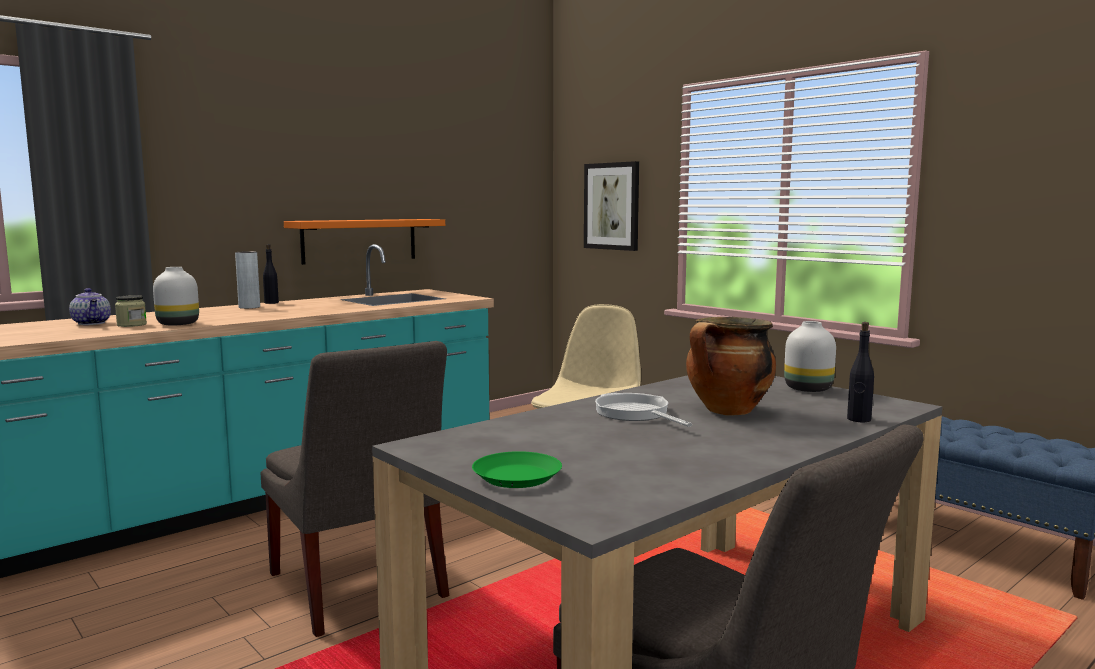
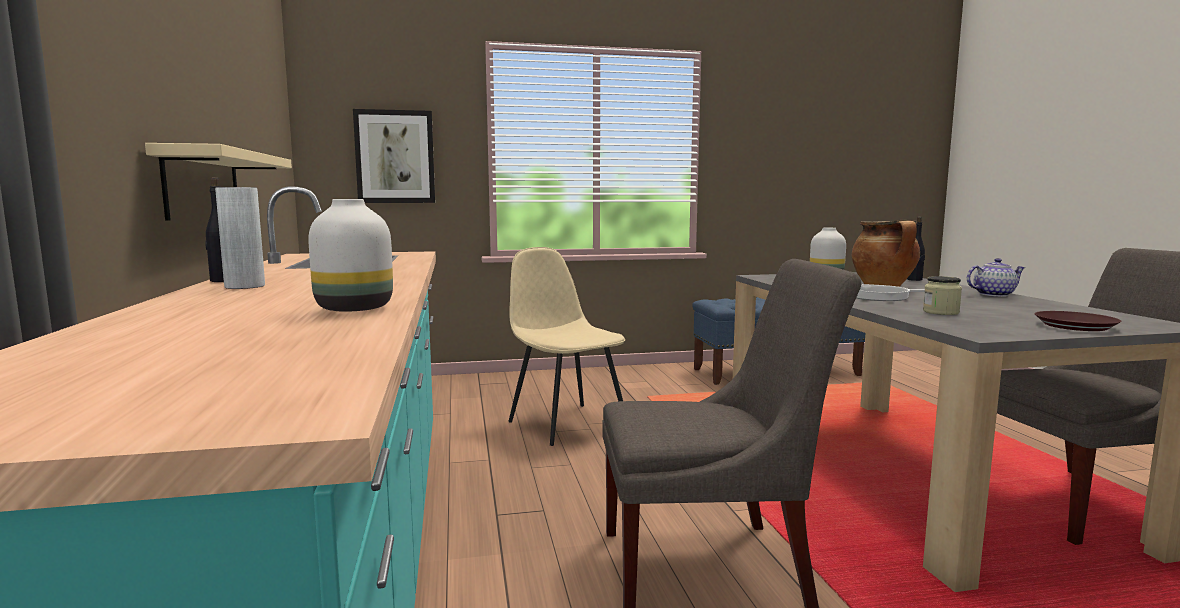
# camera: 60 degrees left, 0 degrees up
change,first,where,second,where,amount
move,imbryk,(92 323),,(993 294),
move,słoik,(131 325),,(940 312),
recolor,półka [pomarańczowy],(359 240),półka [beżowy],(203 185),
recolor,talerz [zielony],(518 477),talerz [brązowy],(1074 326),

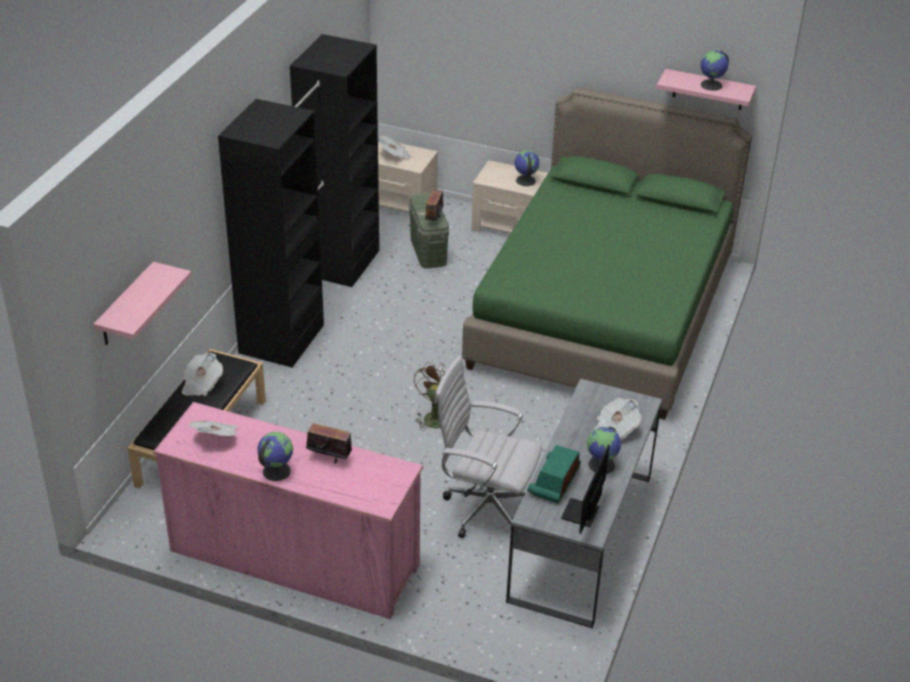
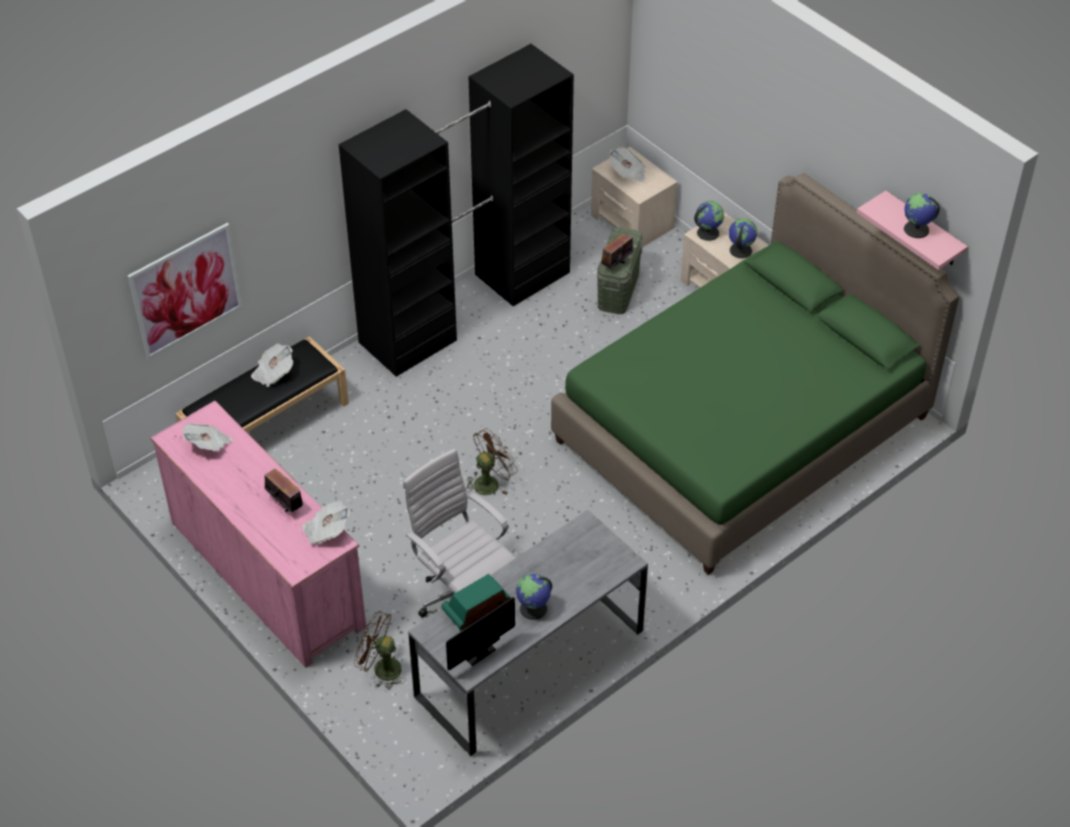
# camera: 30 degrees right, 10 degrees up
change,first,where,second,where,amount
insert,,,wentylator [brązowy],(381 668),
move,globus,(276 471),,(707 232),
move,gazeta,(614 430),,(326 531),
replace,półka [różowy],(126 306),obraz,(186 290),

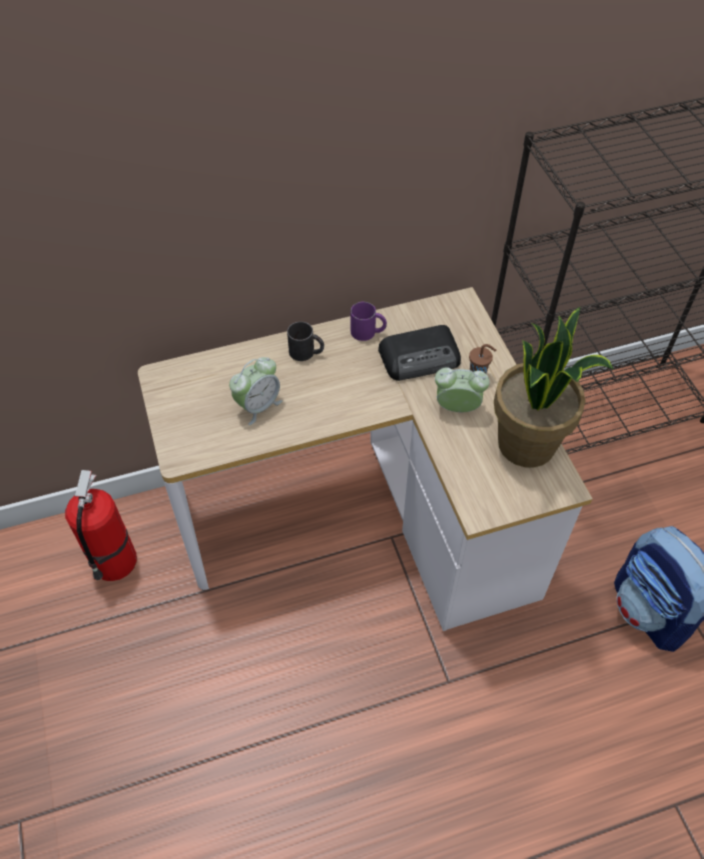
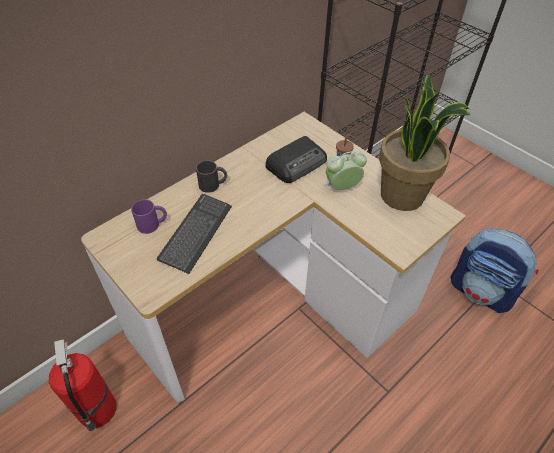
# camera: 25 degrees left, 5 degrees down
change,first,where,second,where,amount
move,kubek [fioletowy],(368 332),,(152 224),
replace,budzik,(258 406),klawiatura,(196 233),

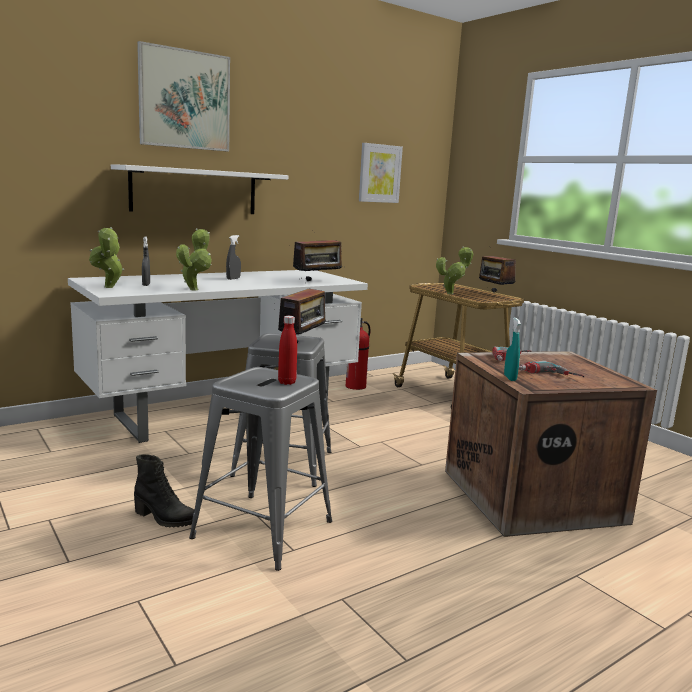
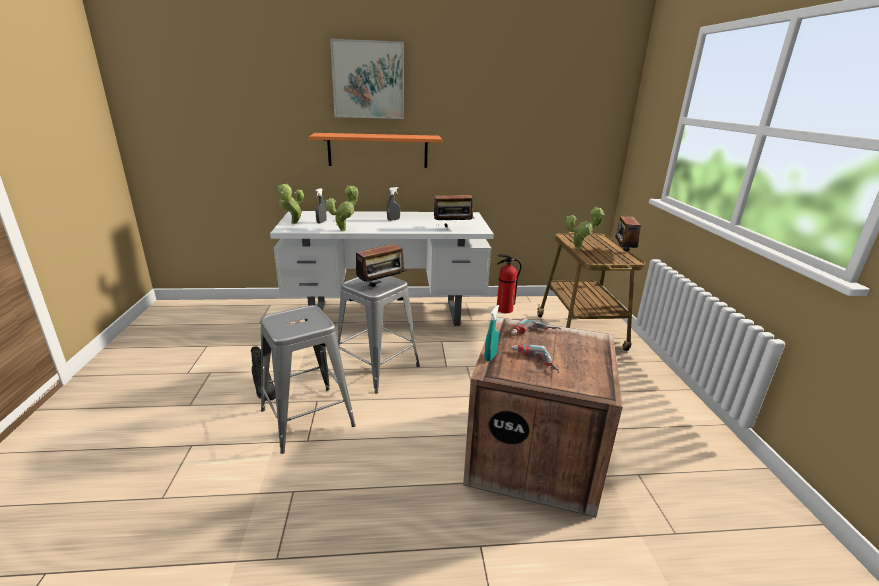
# camera: 30 degrees right, 10 degrees up
change,first,where,second,where,amount
delete,butelka [czerwony],(287 382),,,
delete,obraz,(379 173),,,
recolor,półka [biały],(194 191),półka [pomarańczowy],(378 150),

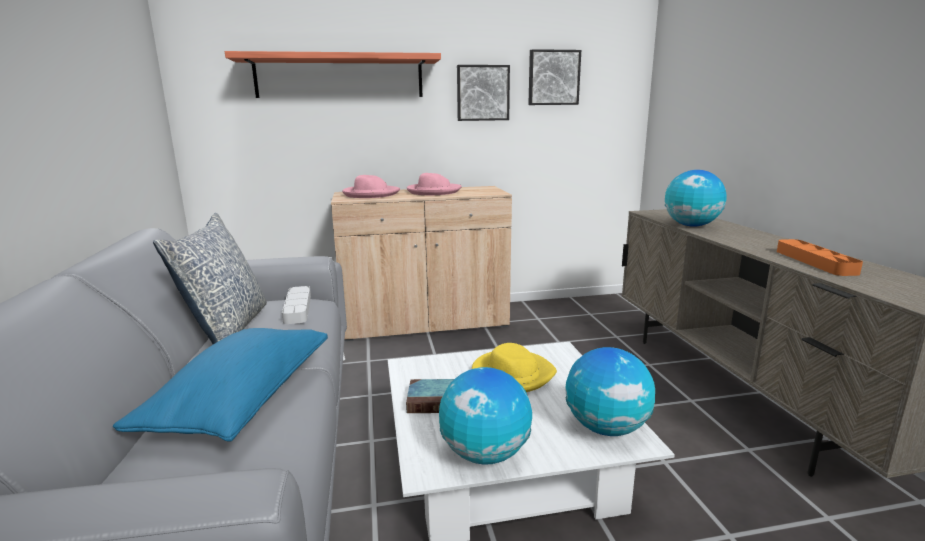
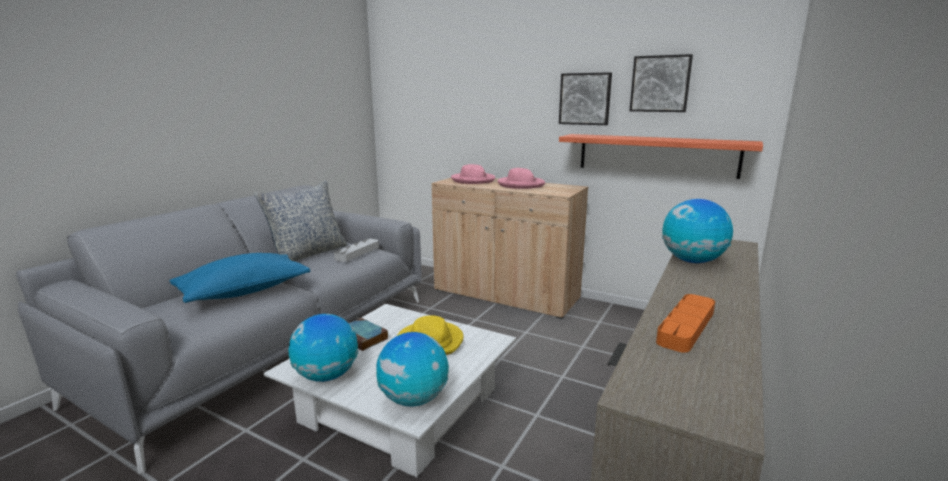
# camera: 40 degrees right, 0 degrees up
change,first,where,second,where,amount
move,półka,(340 77),,(656 155),

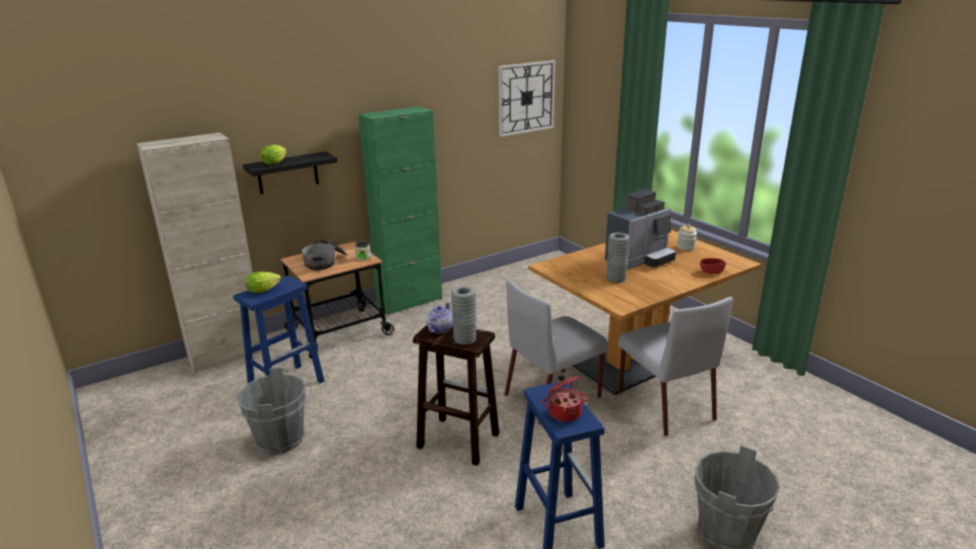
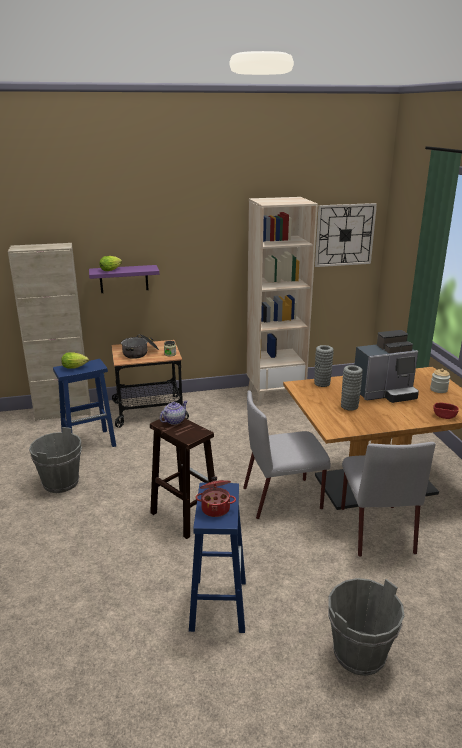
# camera: 20 degrees right, 0 degrees up
change,first,where,second,where,amount
delete,szafka [zielony],(409 302),,,
insert,,,regał [beżowy],(275 394),
move,wazon [szary],(464 338),,(322 383),
recolor,półka [czarny],(287 173),półka [fioletowy],(124 279),

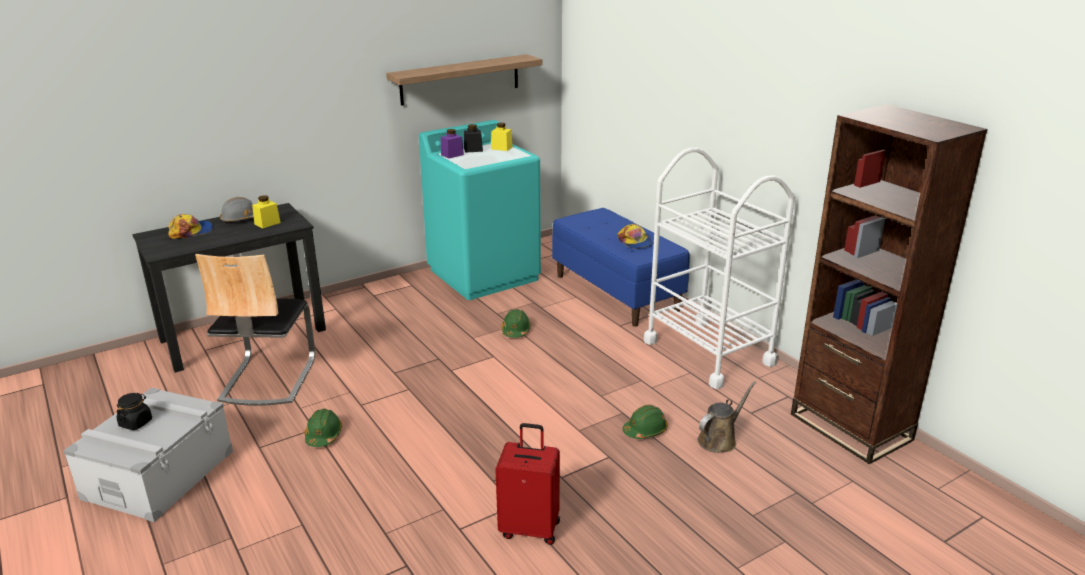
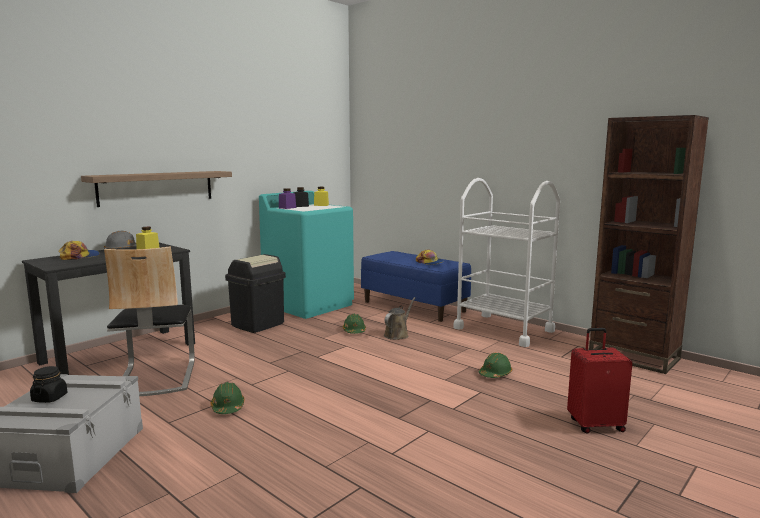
# camera: 15 degrees left, 15 degrees down
change,first,where,second,where,amount
insert,,,kosz na śmieci [czarny],(258 324),
move,półka,(460 79),,(157 187),
move,walizka [czerwony],(530 528),,(595 425),
move,konewka [brązowy],(719 439),,(397 335),

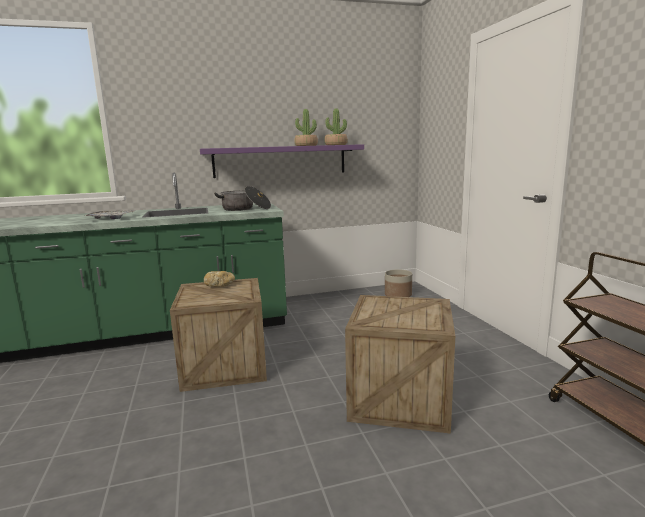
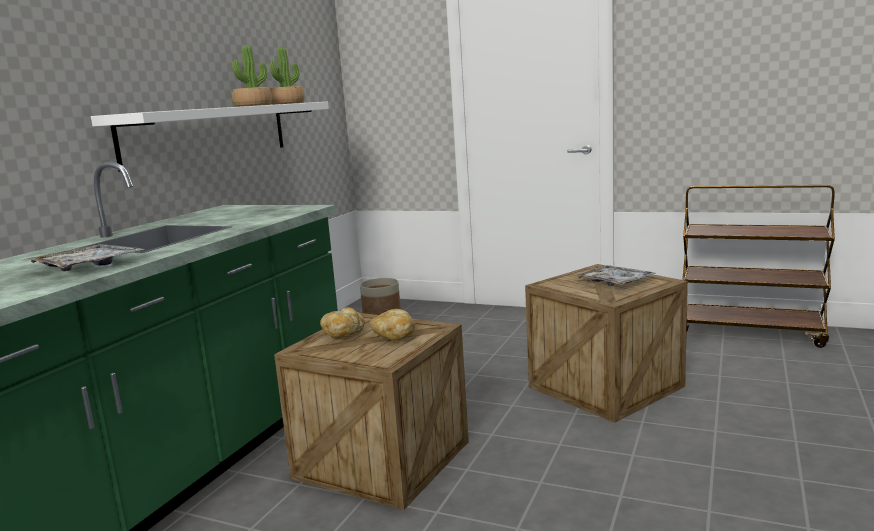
# camera: 50 degrees left, 0 degrees up
change,first,where,second,where,amount
delete,garnek,(245 209),,,
insert,,,chleb,(394 336),
insert,,,taca,(615 282),
recolor,półka [fioletowy],(280 161),półka [biały],(209 133),

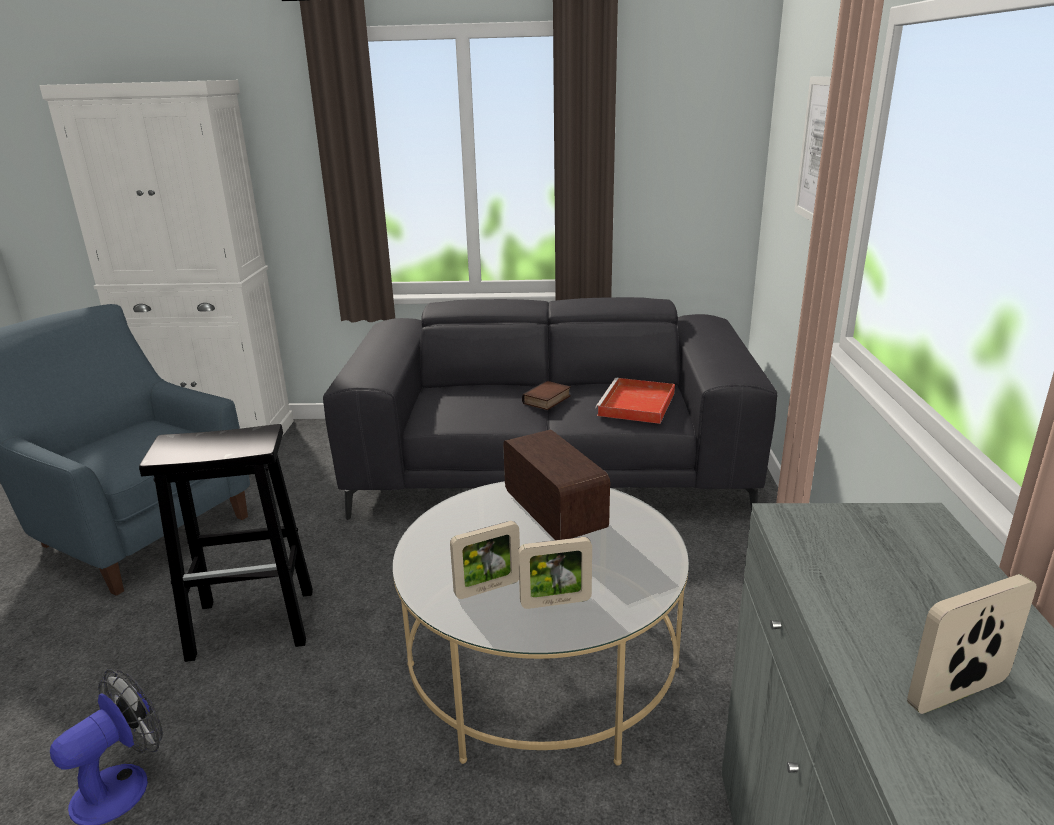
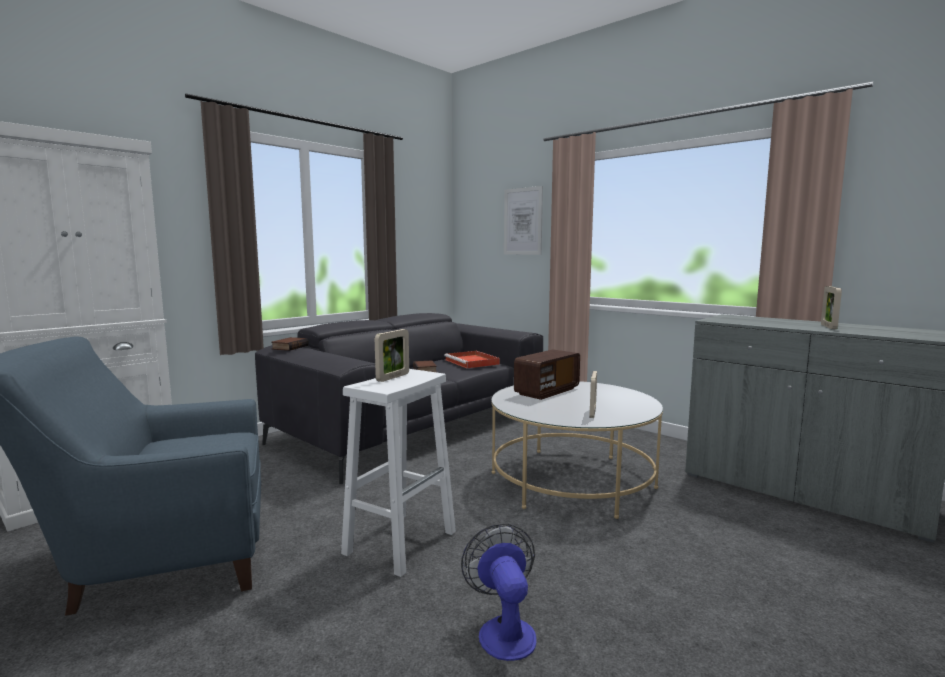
# camera: 50 degrees left, 15 degrees down
change,first,where,second,where,amount
insert,,,książka,(289 347),
move,ramka na zdjęcie,(555 602),,(393 377),
recolor,stołek [czarny],(255 623),stołek [biały],(401 541),
rotate,radio,(554 513),,(547 391),120 degrees clockwise

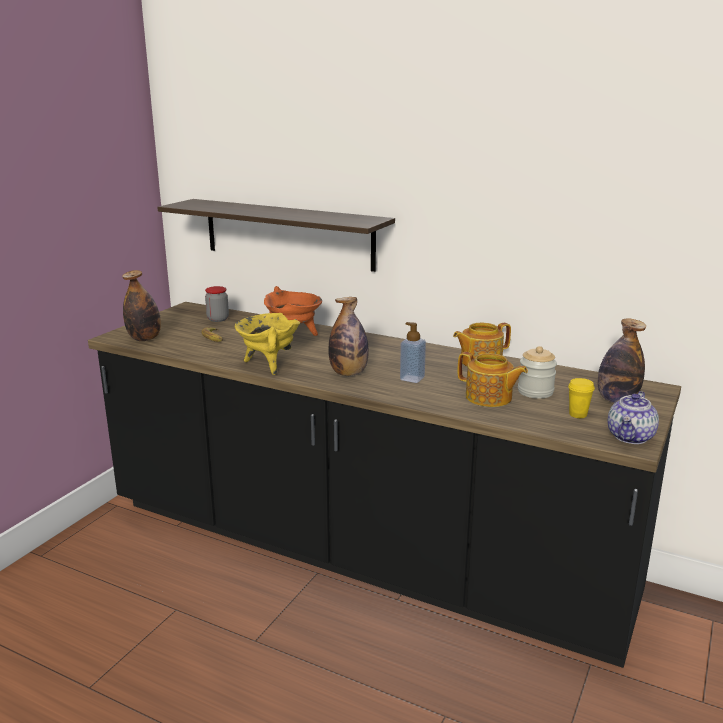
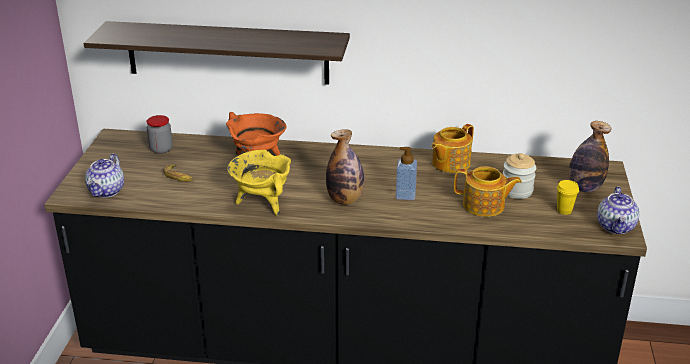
# camera: 20 degrees left, 10 degrees up
change,first,where,second,where,amount
replace,butelka,(145 339),imbryk,(107 191),

